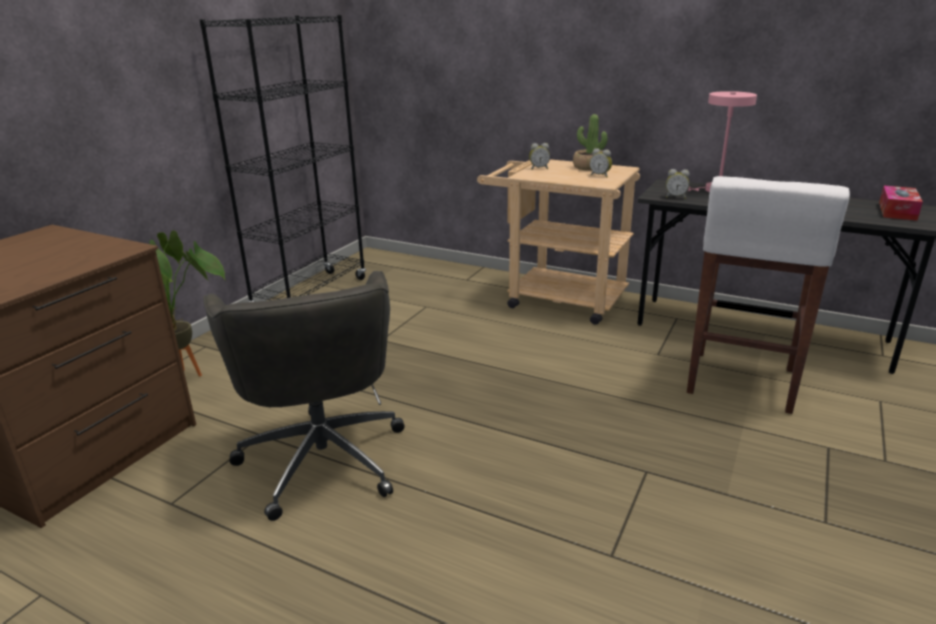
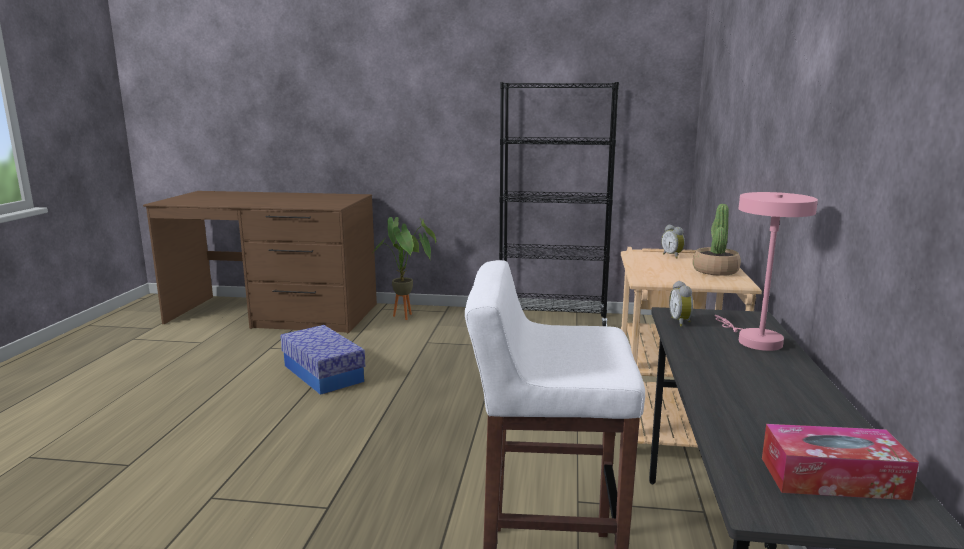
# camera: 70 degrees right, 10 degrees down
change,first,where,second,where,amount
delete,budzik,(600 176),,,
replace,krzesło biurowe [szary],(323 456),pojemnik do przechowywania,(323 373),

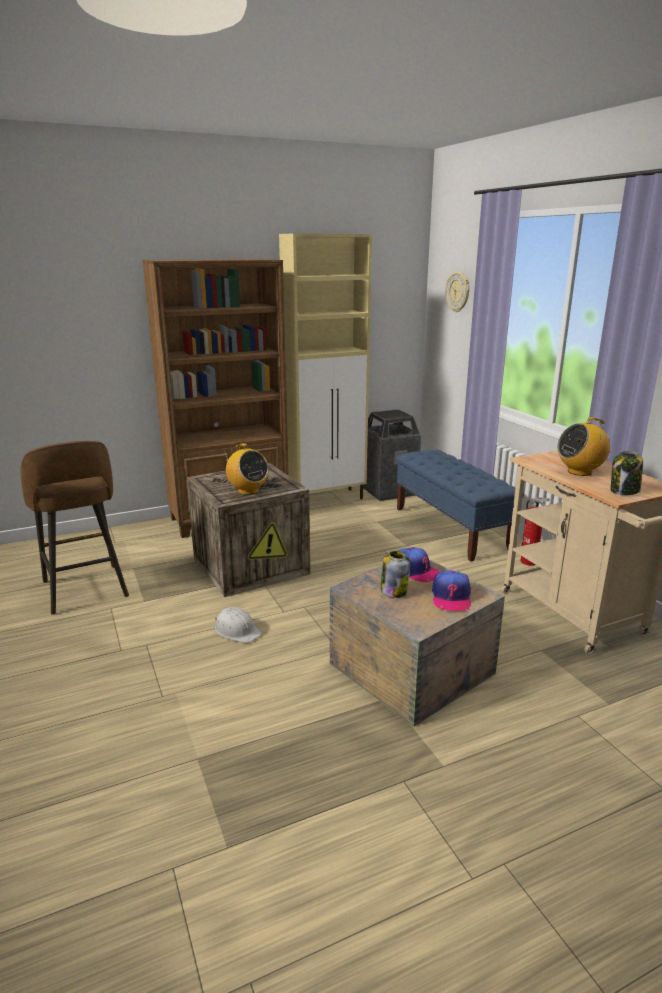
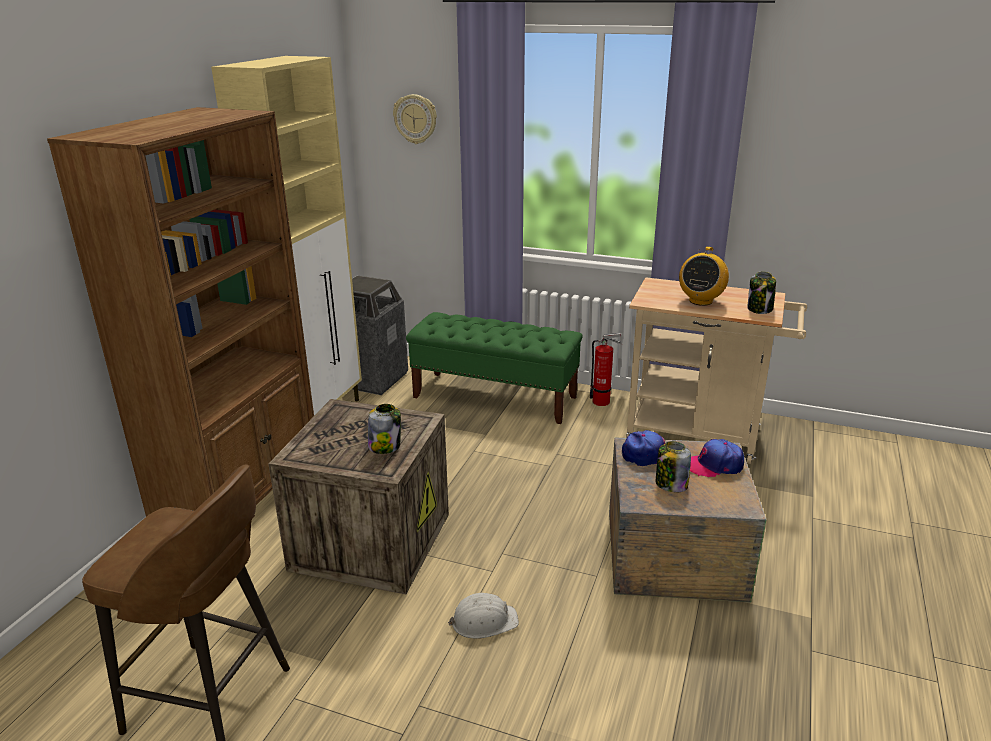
# camera: 45 degrees left, 5 degrees up
change,first,where,second,where,amount
replace,radio,(248 491),słoik,(385 446),
recolor,ławka [niebieski],(451 529),ławka [zielony],(495 397),
rotate,czapka z daszkiem,(451 597),,(714 465),120 degrees clockwise

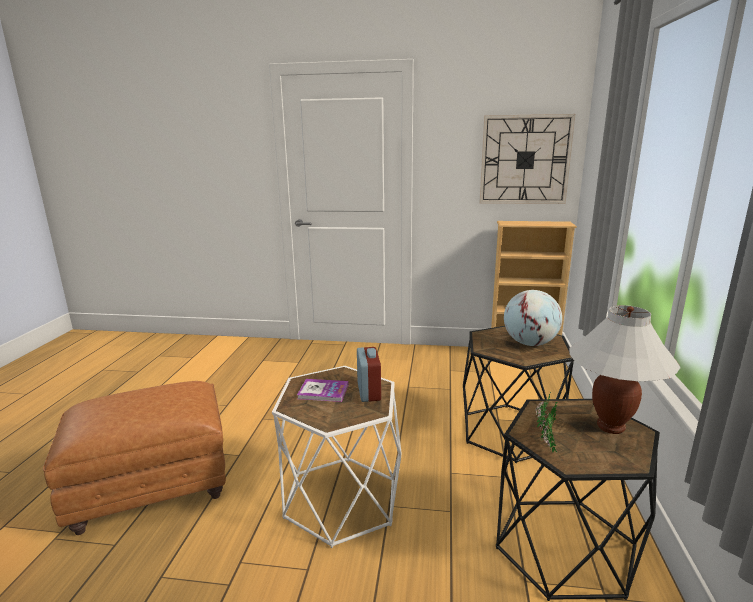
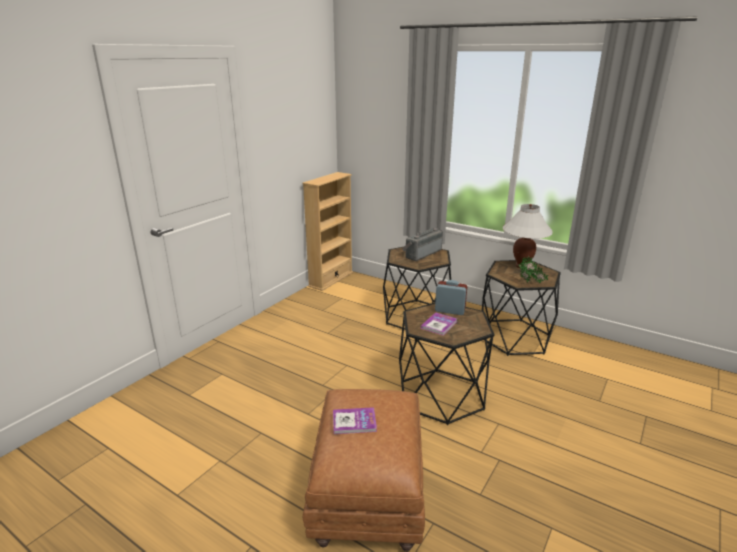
# camera: 65 degrees left, 5 degrees up
change,first,where,second,where,amount
delete,zegar ścienny,(525 160),,,
insert,,,książka,(354 422),
replace,globus,(530 343),radio,(421 253),
recolor,stolik [biały],(341 499),stolik [czarny],(441 395),

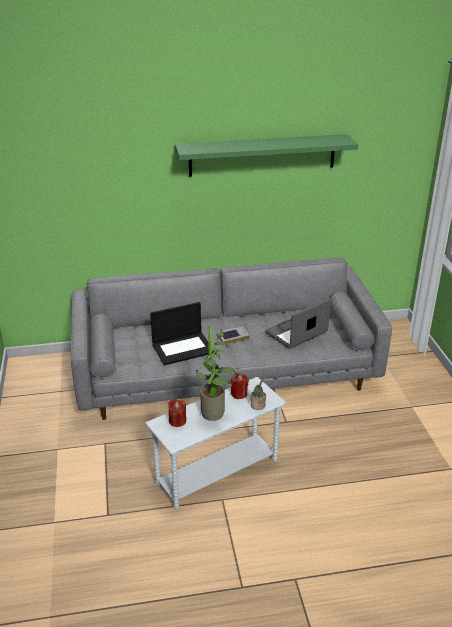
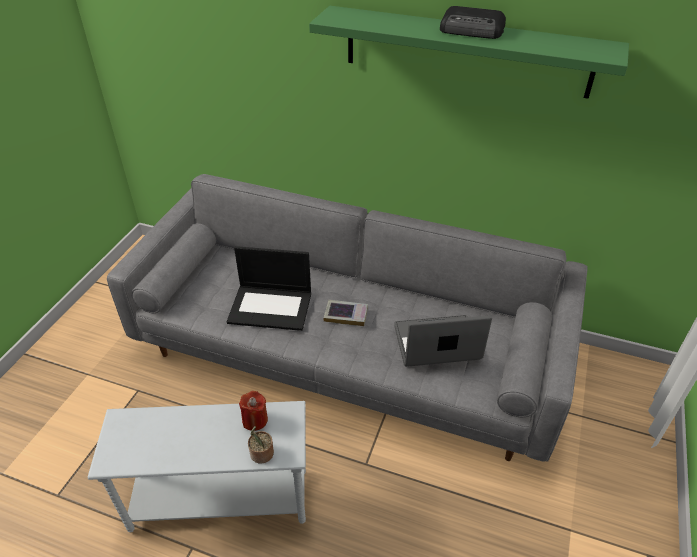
# camera: 30 degrees right, 10 degrees up
change,first,where,second,where,amount
delete,świeca [czerwony],(177 421),,,
delete,roślina doniczkowa,(216 414),,,
insert,,,radio,(472 30),

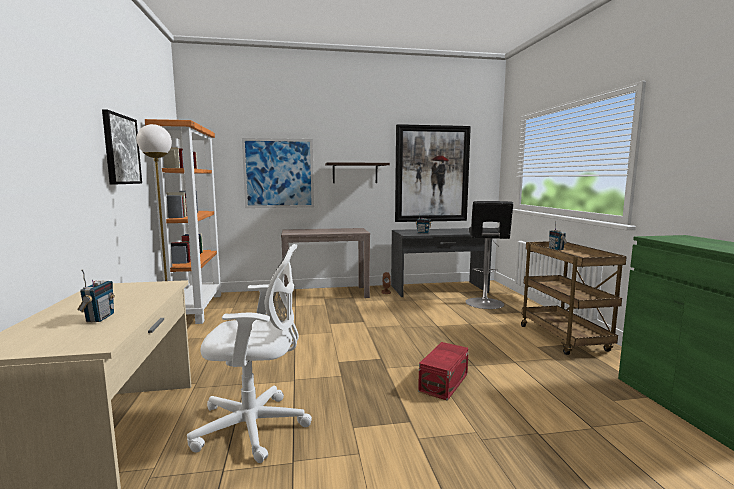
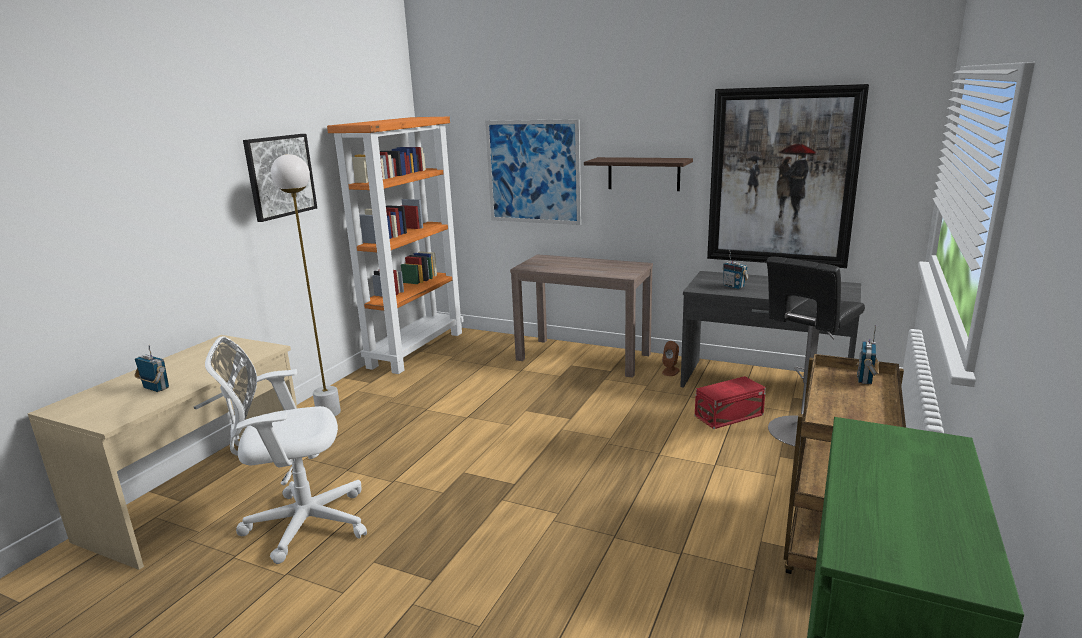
# camera: 35 degrees right, 10 degrees up
change,first,where,second,where,amount
move,pojemnik do przechowywania [czerwony],(445 382),,(730 415),
rotate,radio,(99 318),,(155 388),90 degrees counterclockwise
rotate,krzesło biurowe [biały],(256 427),,(301 524),135 degrees clockwise

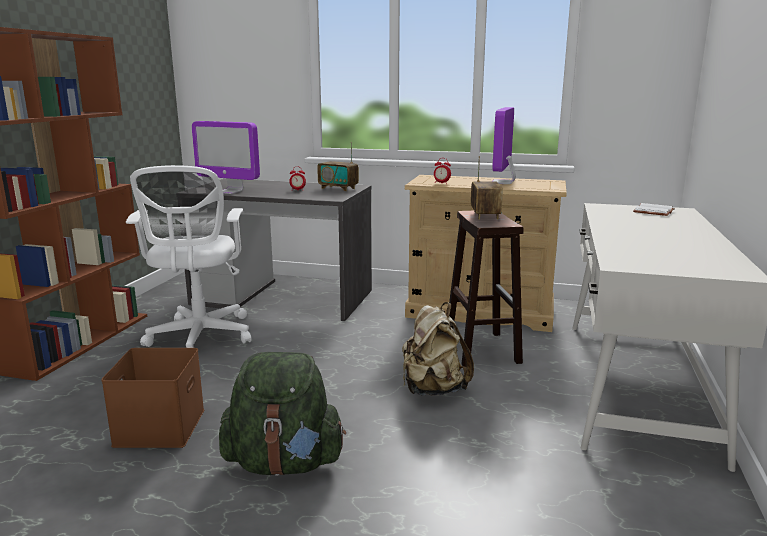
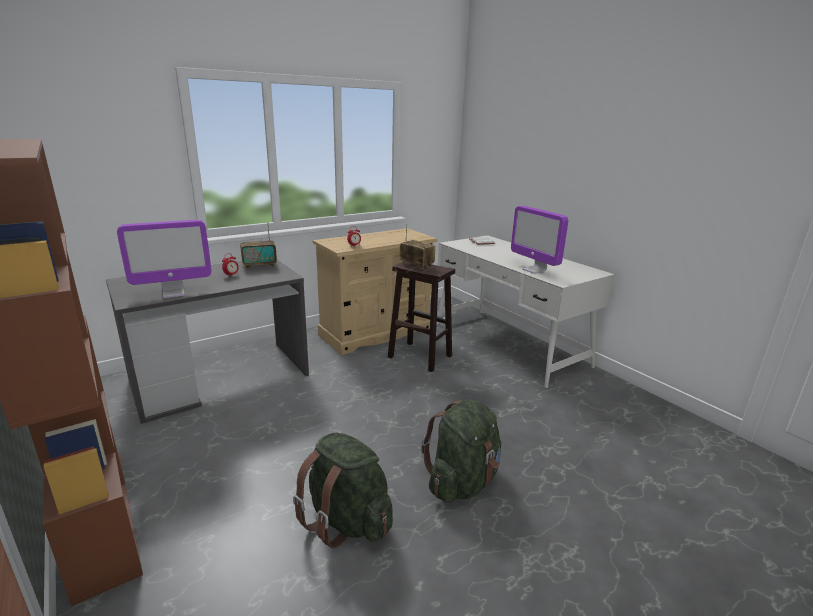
# camera: 50 degrees left, 5 degrees up
change,first,where,second,where,amount
delete,krzesło biurowe [biały],(200 338),,,
delete,plecak [beżowy],(432 389),,,
move,monitor,(503 182),,(534 270),
replace,pojemnik do przechowywania [brązowy],(159 426),plecak [zielony],(346 520),

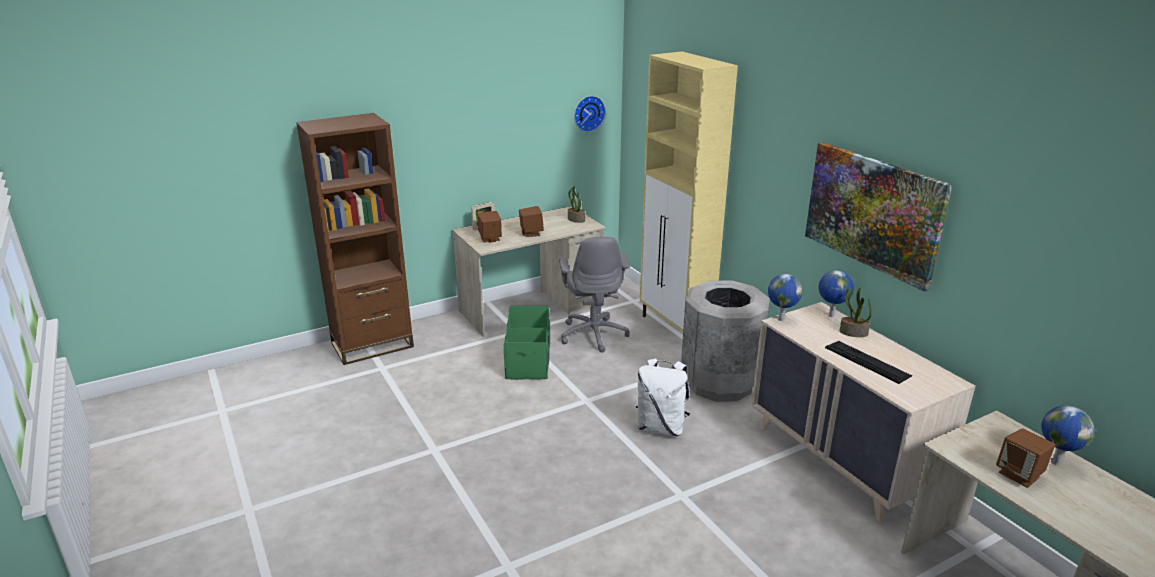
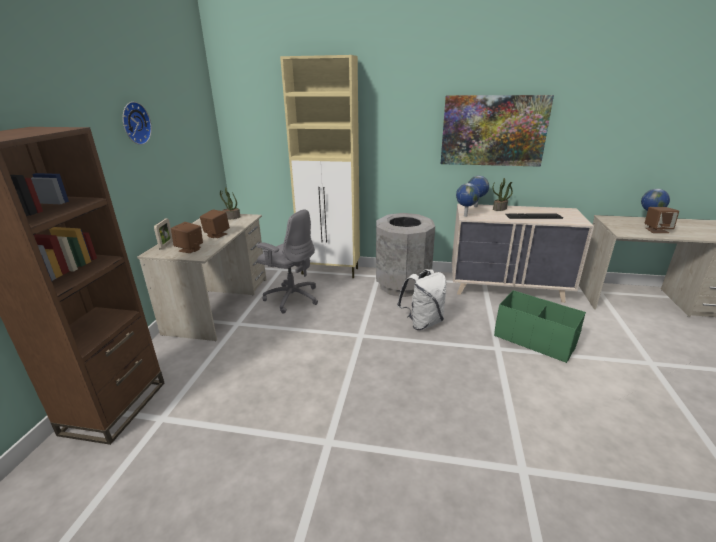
# camera: 50 degrees left, 0 degrees up
change,first,where,second,where,amount
move,pojemnik do przechowywania [zielony],(528 359),,(534 340),
move,zegar ścienny,(588 113),,(134 123),

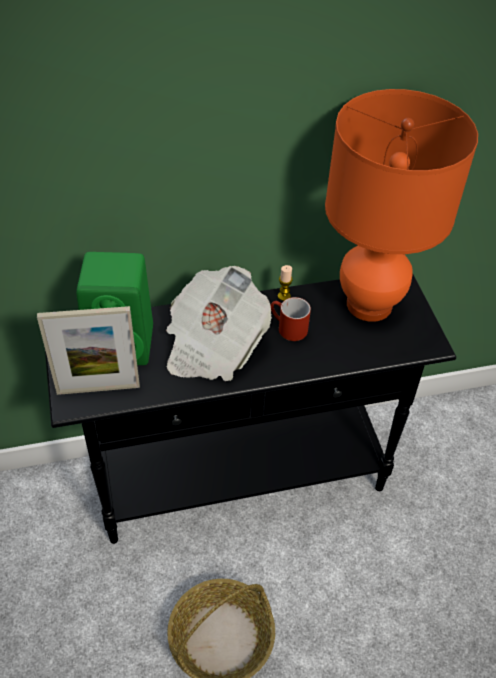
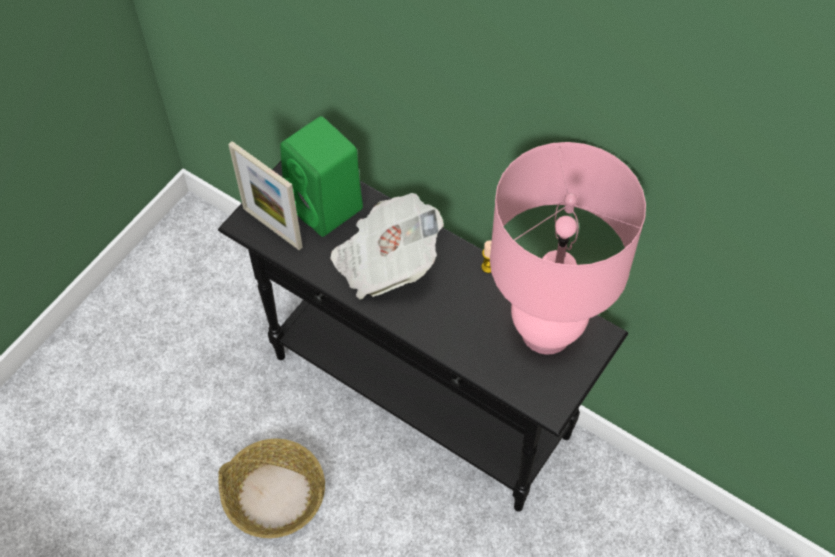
# camera: 50 degrees right, 10 degrees up
change,first,where,second,where,amount
delete,kubek [czerwony],(287 328),,,
recolor,lampa stołowa [pomarańczowy],(369 304),lampa stołowa [różowy],(546 331),

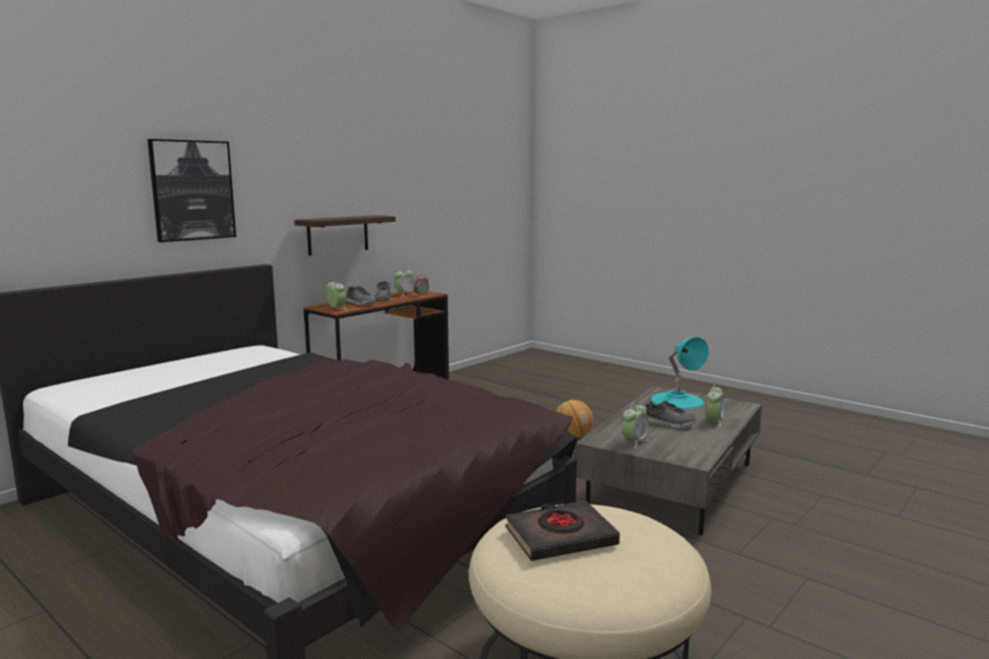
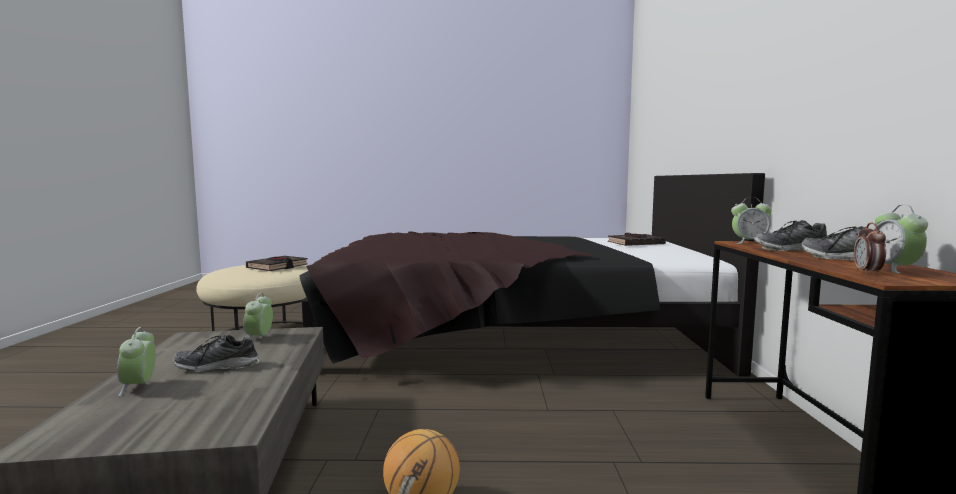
# camera: 140 degrees right, 5 degrees down
change,first,where,second,where,amount
delete,obraz,(192 190),,,
delete,półka,(338 235),,,
delete,lampa stołowa [turkusowy],(677 400),,,
insert,,,książka [czarny],(635 244),

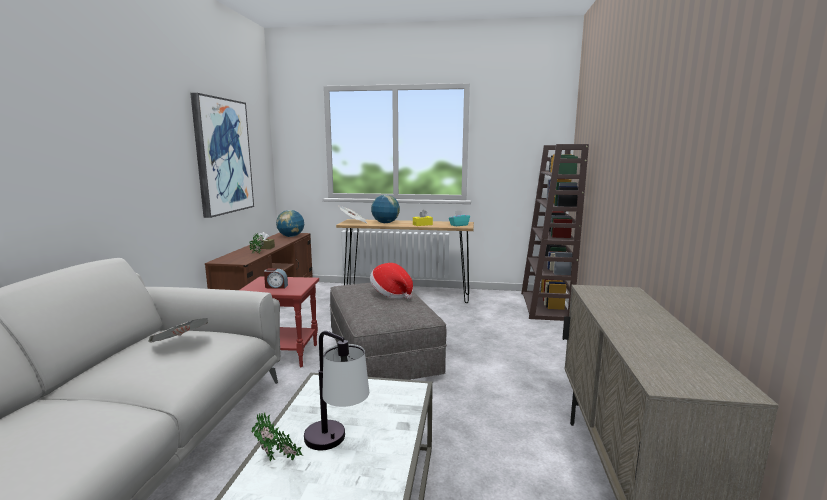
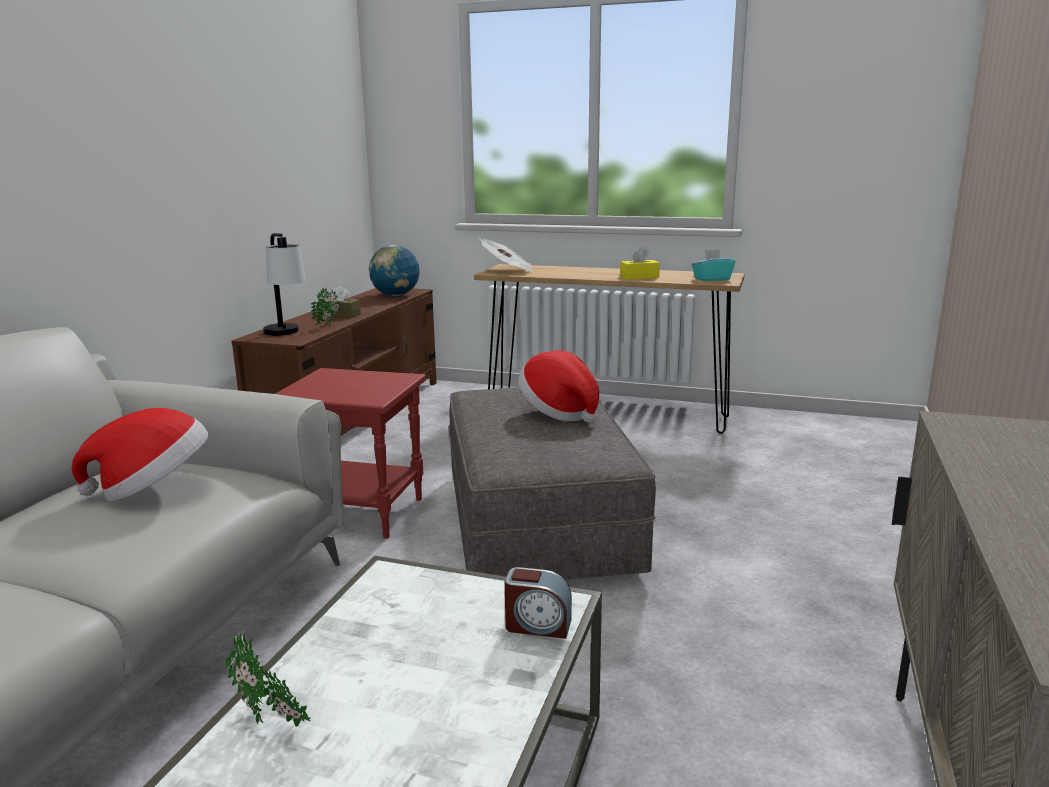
# camera: 10 degrees right, 5 degrees up
change,first,where,second,where,amount
delete,obraz,(222 156),,,
delete,globus,(385 223),,,
delete,regał [brązowy],(546 306),,,
move,budzik,(276 286),,(538 625),
move,lampa stołowa,(336 446),,(287 335),
replace,gazeta,(180 345),kapelusz,(153 489),

